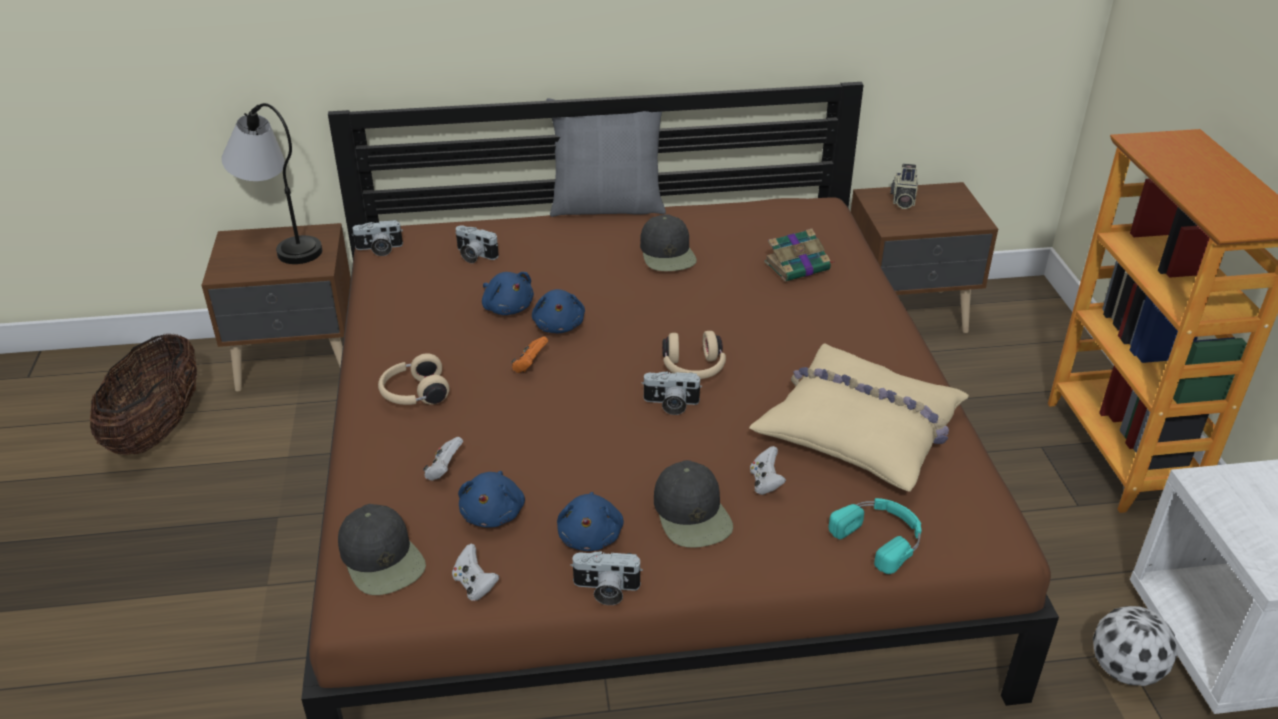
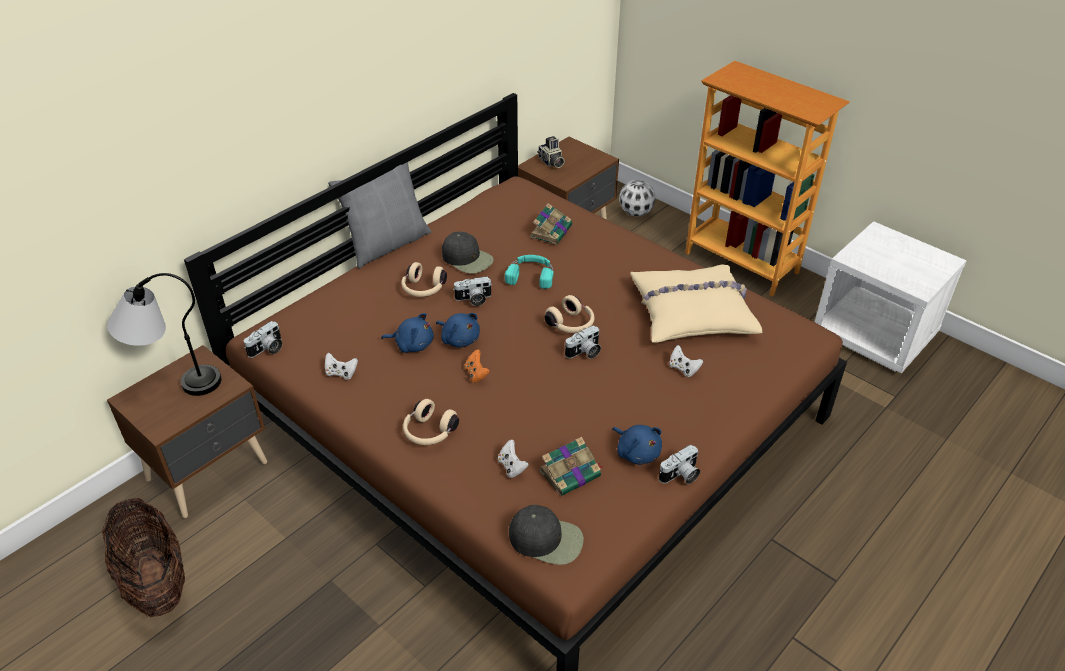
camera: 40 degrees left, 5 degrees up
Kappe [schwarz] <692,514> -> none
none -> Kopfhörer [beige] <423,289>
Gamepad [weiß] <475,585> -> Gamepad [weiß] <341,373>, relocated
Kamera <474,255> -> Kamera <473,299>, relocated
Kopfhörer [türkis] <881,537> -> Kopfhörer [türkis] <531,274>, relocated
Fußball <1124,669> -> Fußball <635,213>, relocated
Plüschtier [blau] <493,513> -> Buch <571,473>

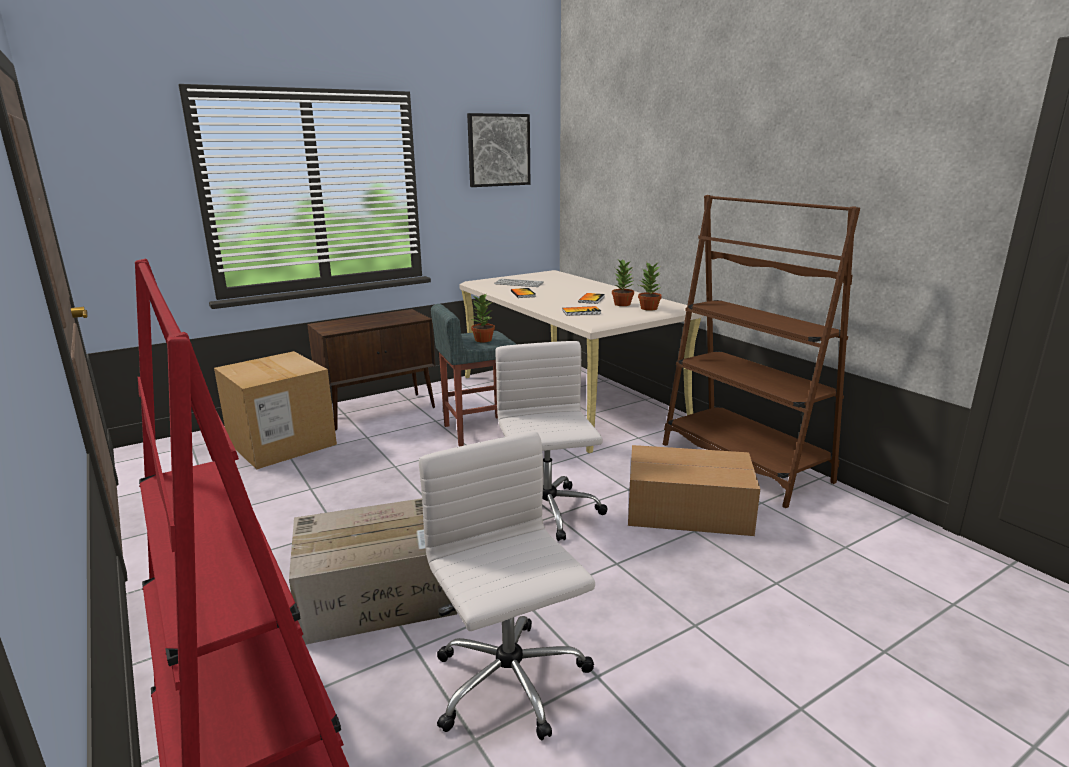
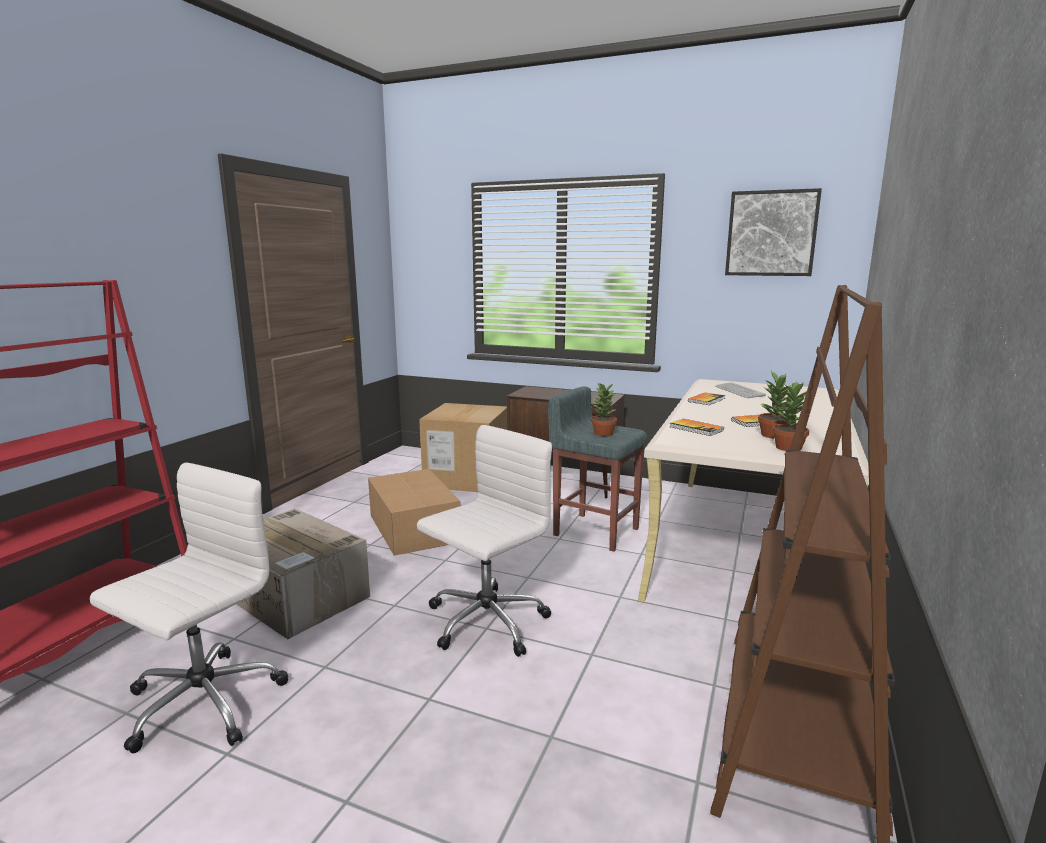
camera: 55 degrees right, 5 degrees down
Karton <686,509> -> Karton <414,527>, relocated

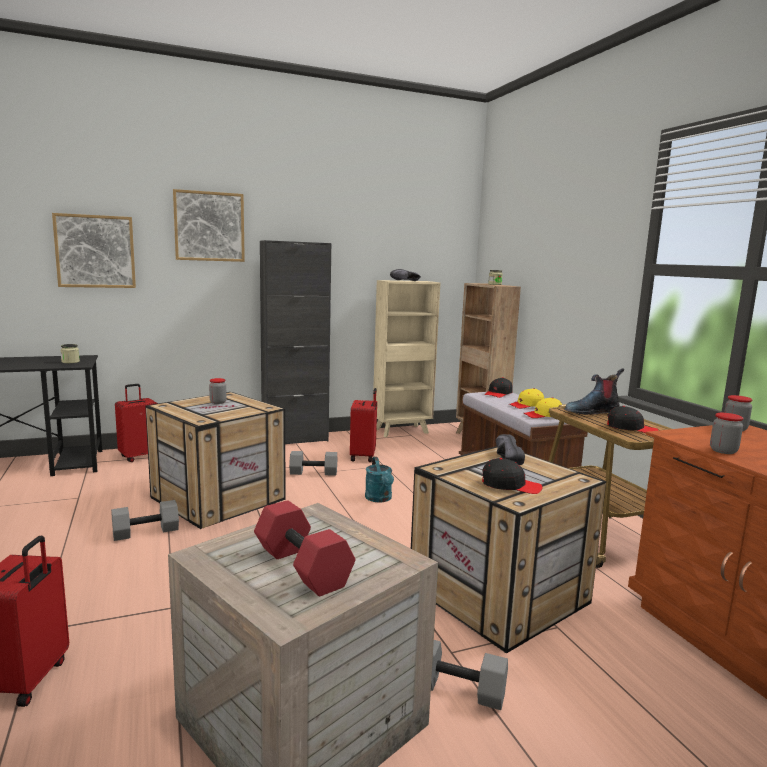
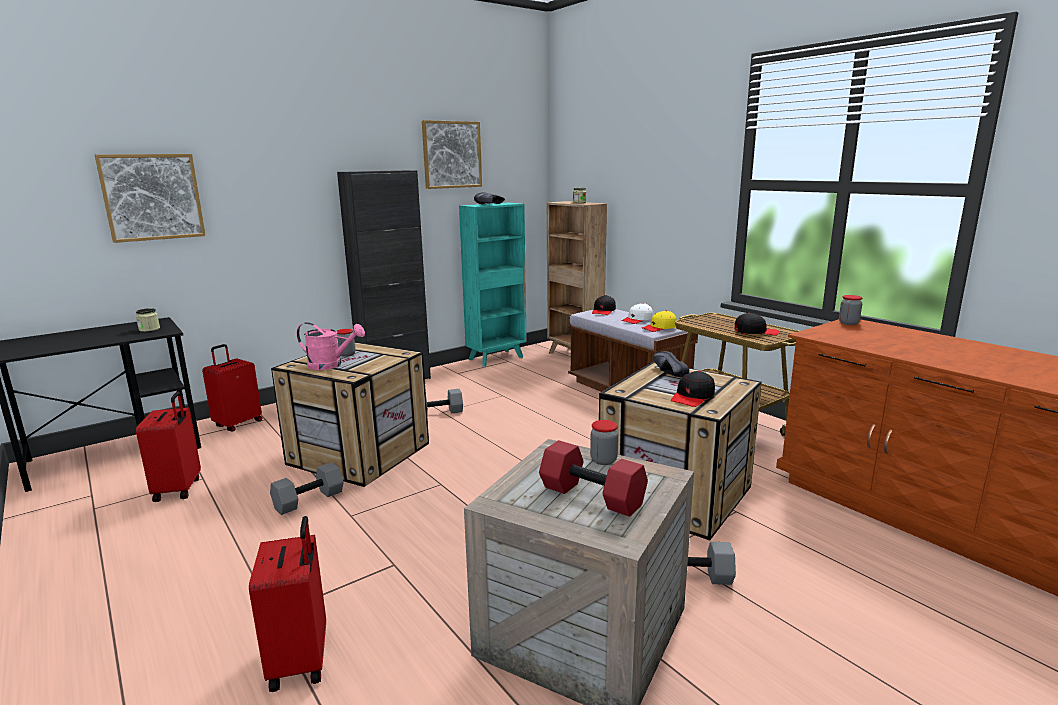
camera: 15 degrees left, 5 degrees up
Gießkanne [türkis] <379,499> -> none
Stiefel <591,411> -> none
none -> Gießkanne [rosa] <331,365>
Bild <209,226> -> Bild <452,155>, relocated
Koffer [rot] <364,457> -> Koffer [rot] <179,489>, relocated
Vorratsglas <723,451> -> Vorratsglas <603,460>, relocated
Bücherregal [beige] <402,431> -> Bücherregal [türkis] <497,358>
Kappe [gelb] <526,405> -> Kappe [weiß] <637,320>
Kappe [schwarz] <510,485> -> Kappe [schwarz] <692,397>, 135 degrees clockwise

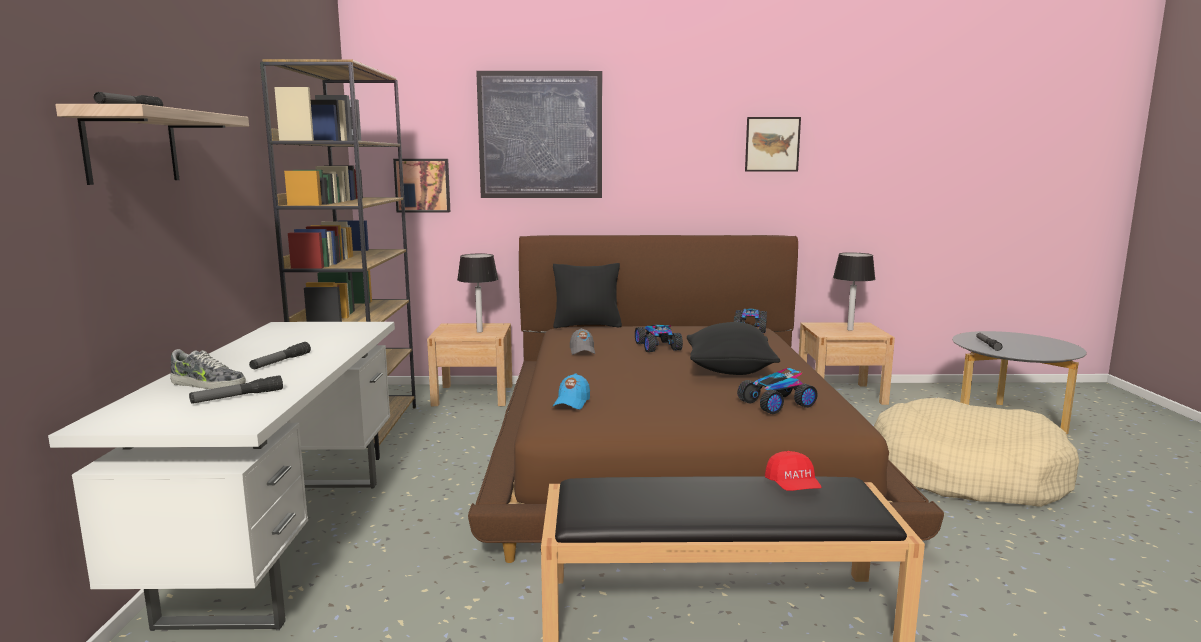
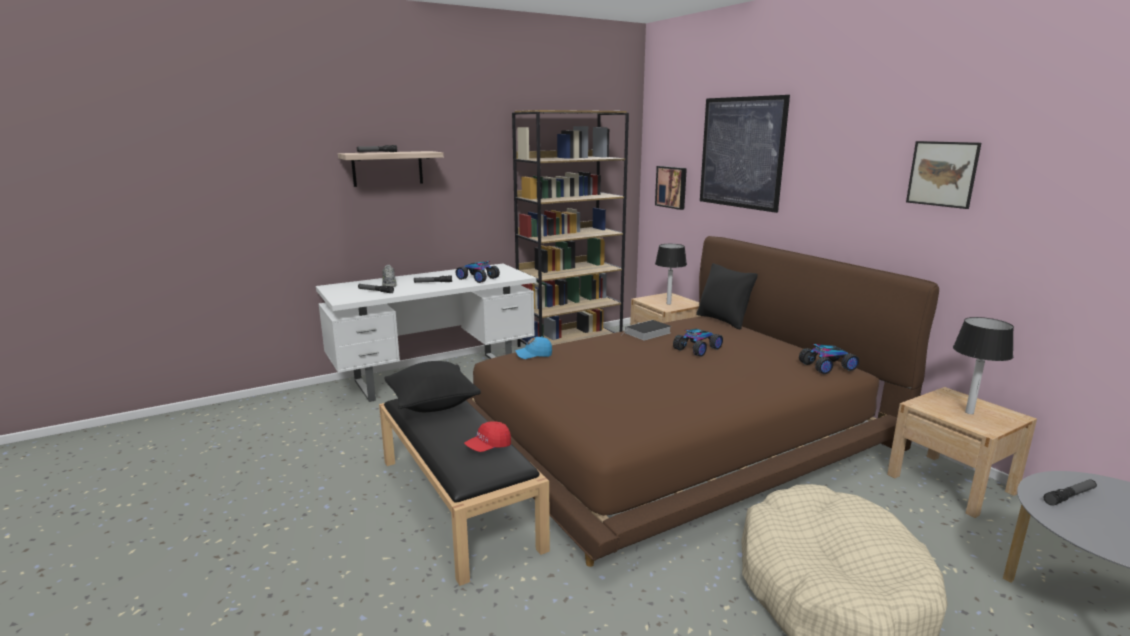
camera: 60 degrees right, 5 degrees up
Kissen [schwarz] <729,371> -> Kissen [schwarz] <432,405>, relocated
Spielzeugauto <775,404> -> Spielzeugauto <478,278>, relocated
Kappe [grau] <582,351> -> Buch <647,333>

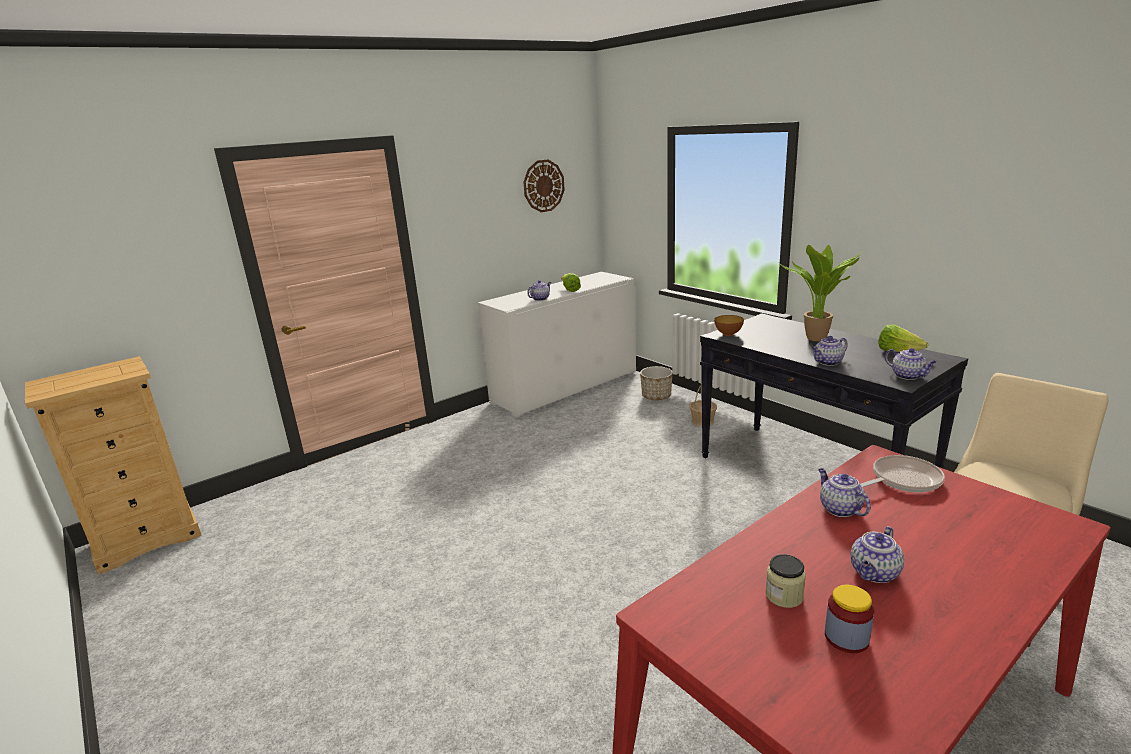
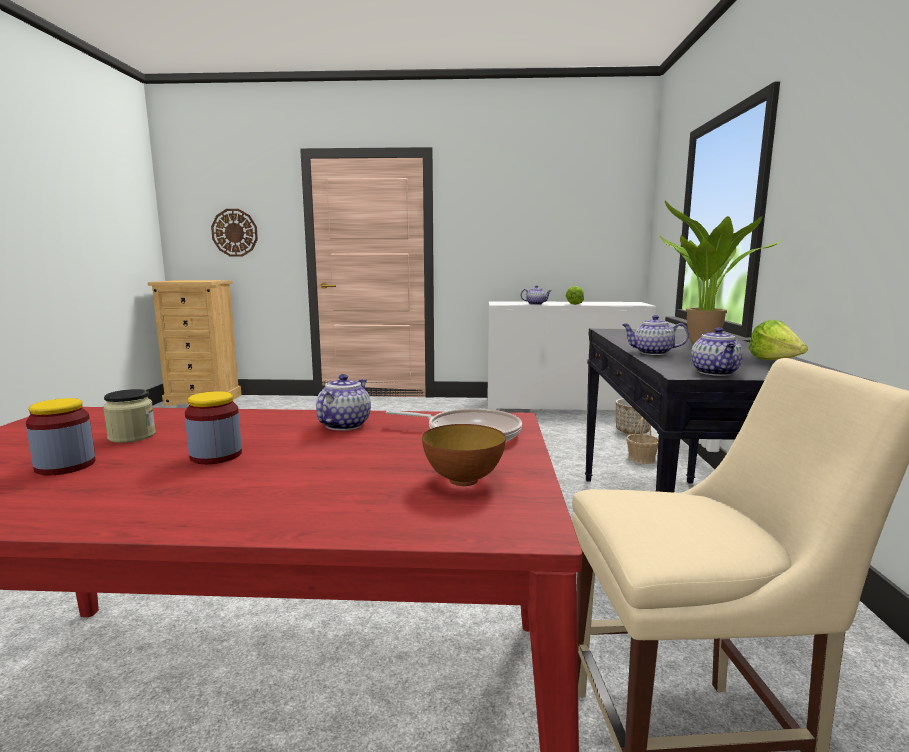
camera: 40 degrees right, 10 degrees down
Wanduhr <543,186> -> Wanduhr <234,232>, relocated
Schüssel <728,334> -> Schüssel <463,480>, relocated
Teekanne <874,573> -> Vorratsglas <216,456>

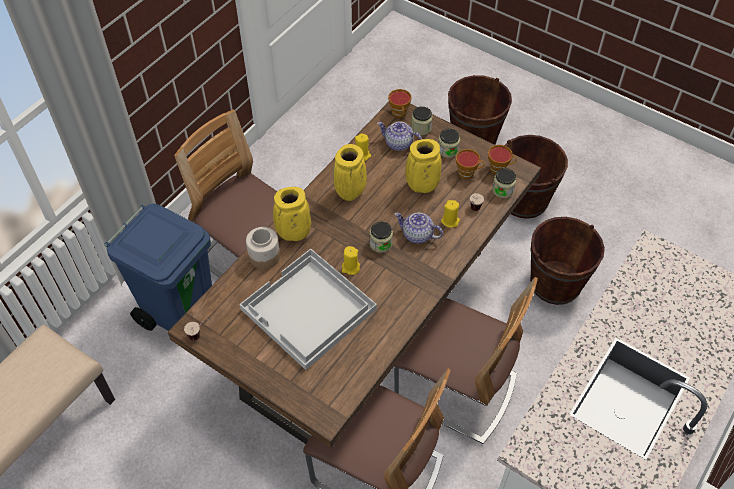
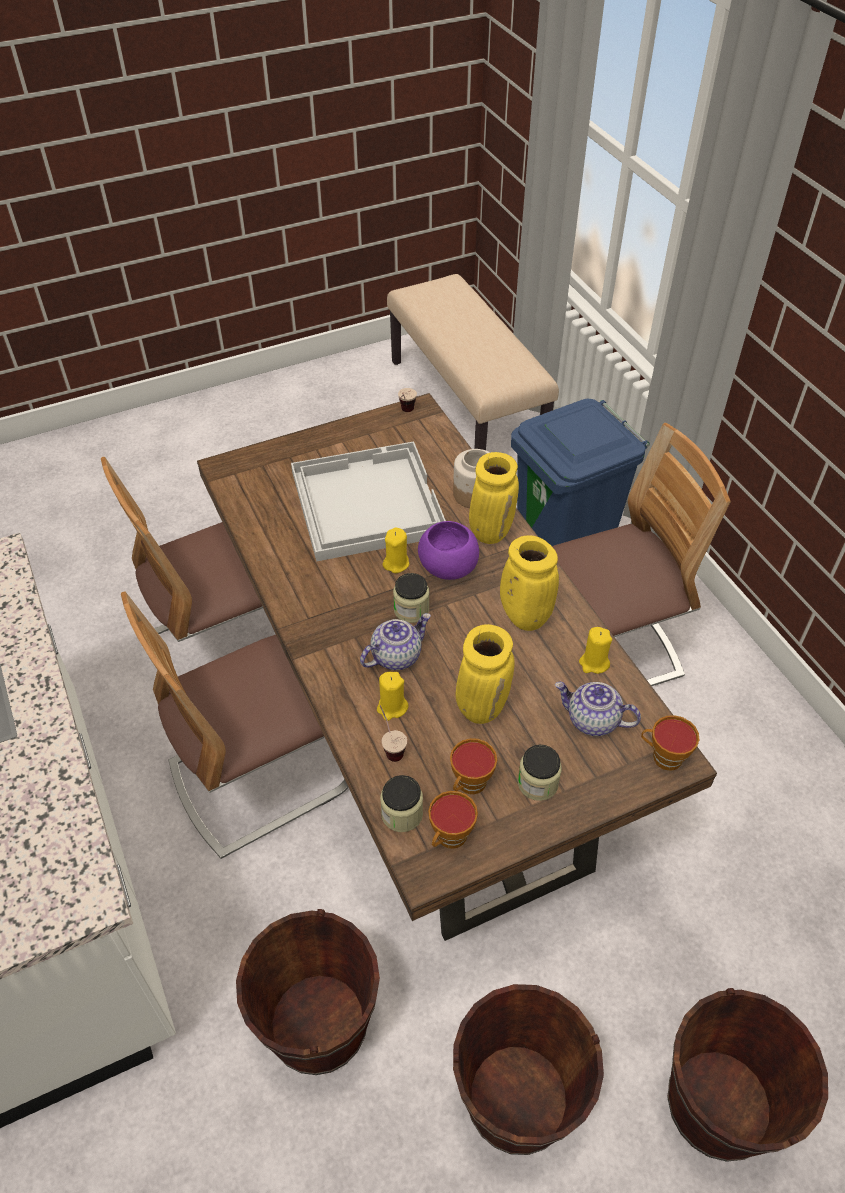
camera: 120 degrees right, 5 degrees down
Vorratsglas <421,128> -> none
none -> Schüssel [lila] <447,568>
Teekanne <398,144> -> Teekanne <592,720>, 120 degrees counterclockwise

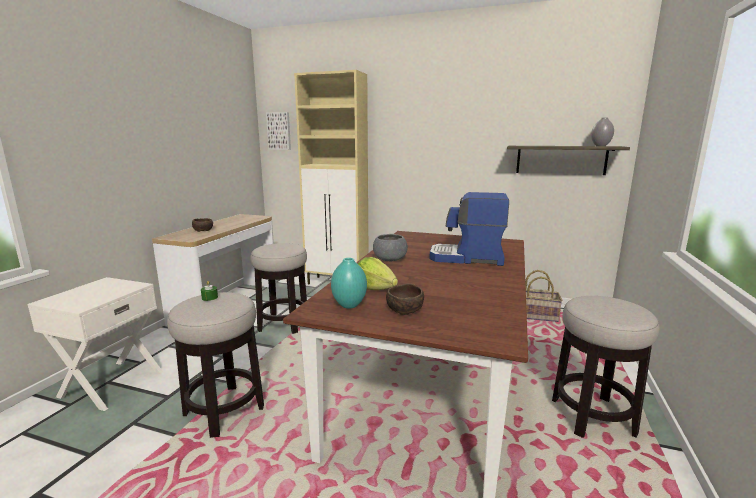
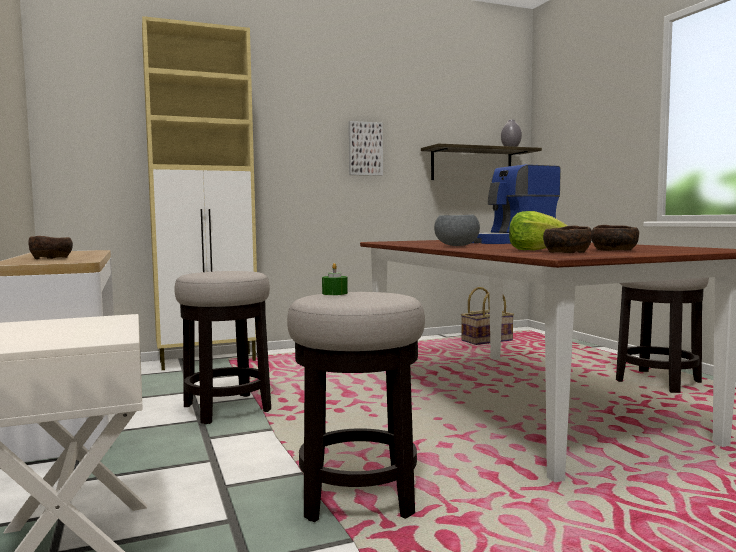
camera: 40 degrees left, 10 degrees down
Bild <279,131> -> Bild <364,149>, relocated
Vase [türkis] <349,305> -> Schüssel [braun] <567,253>

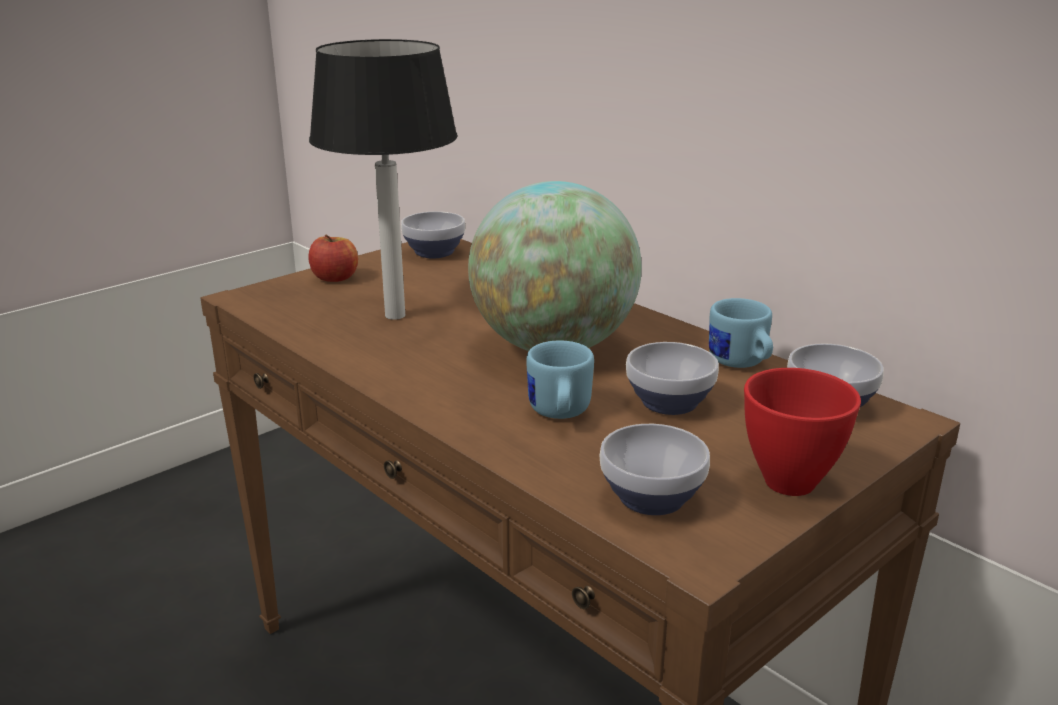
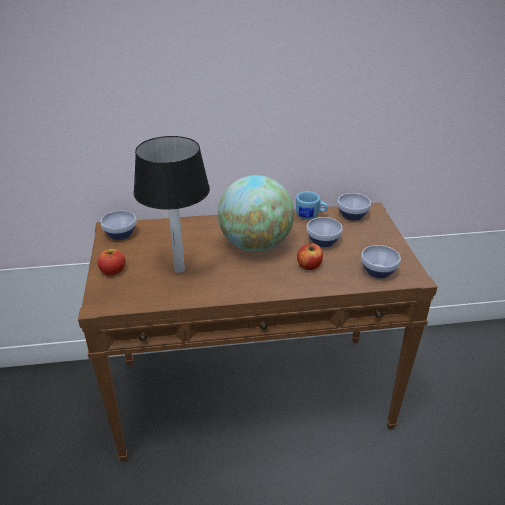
camera: 55 degrees left, 10 degrees up
Schüssel [rot] <792,483> -> none
Henkelbecher [blau] <558,414> -> Apfel <309,266>

